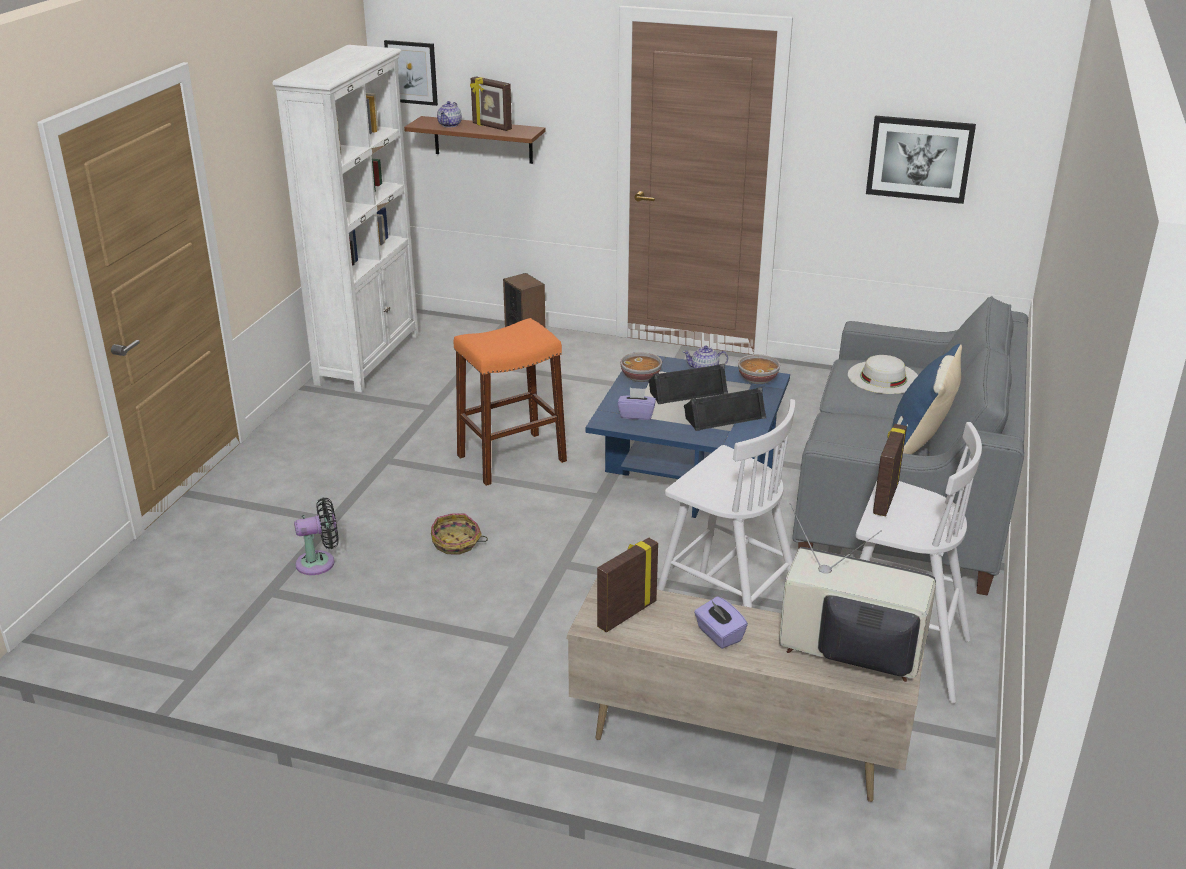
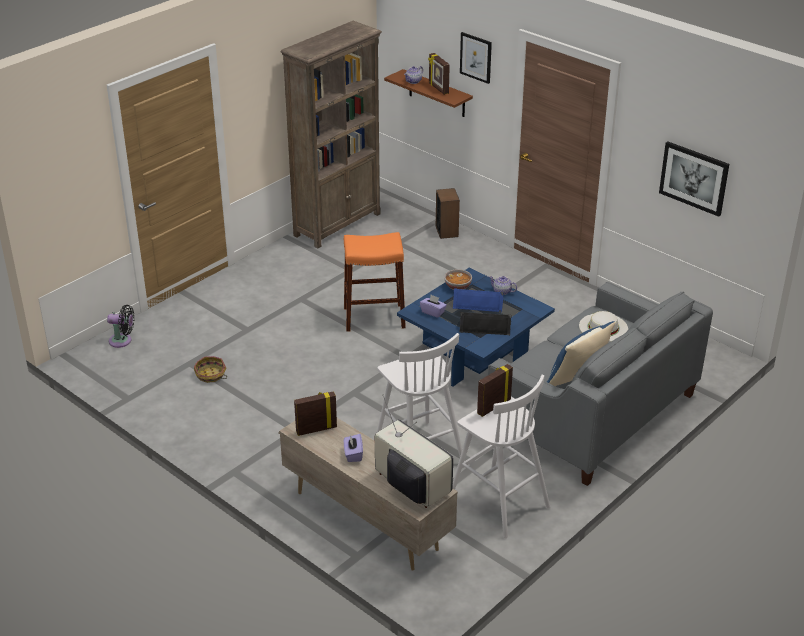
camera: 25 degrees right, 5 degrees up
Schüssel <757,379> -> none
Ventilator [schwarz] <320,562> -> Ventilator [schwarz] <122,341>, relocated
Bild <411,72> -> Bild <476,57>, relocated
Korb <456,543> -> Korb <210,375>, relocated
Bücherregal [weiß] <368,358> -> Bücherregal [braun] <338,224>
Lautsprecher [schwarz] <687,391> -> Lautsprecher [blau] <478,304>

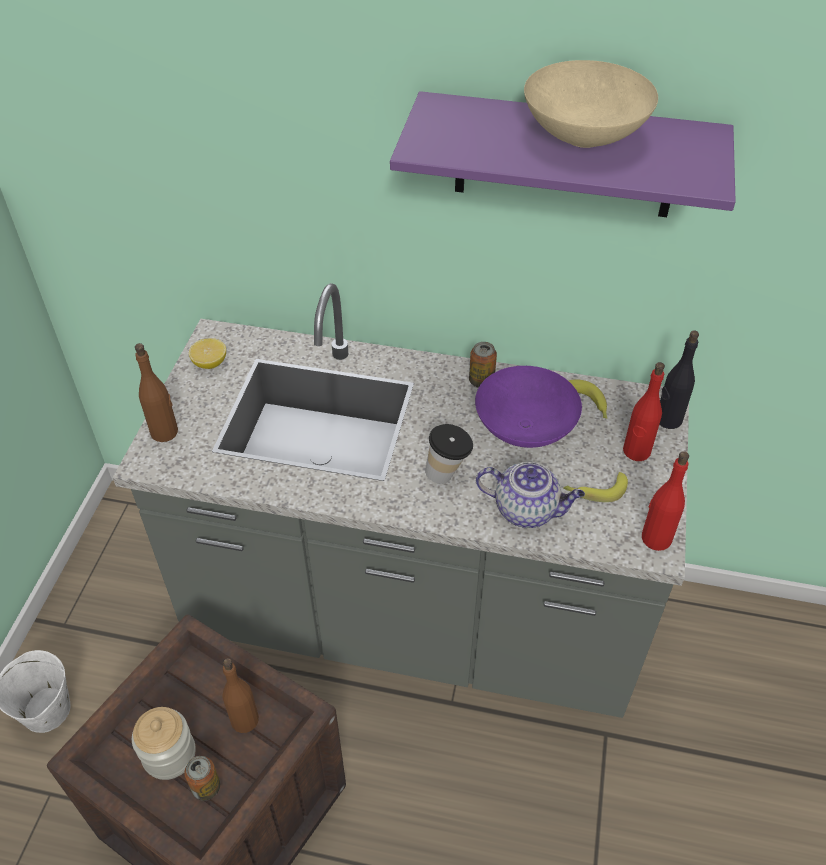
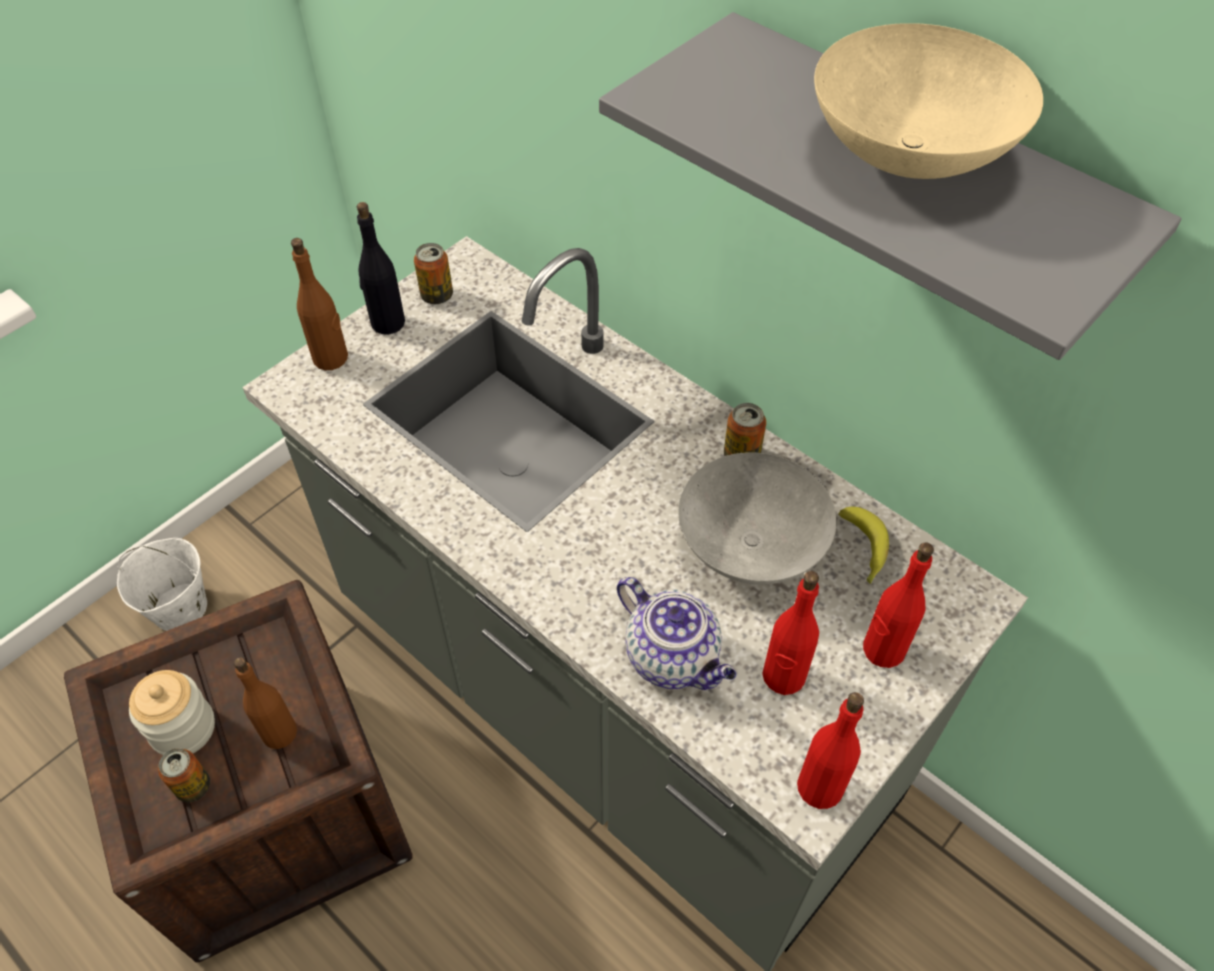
camera: 30 degrees right, 5 degrees up
Tasse <448,474> -> none
Flasche [schwarz] <668,419> -> Flasche [schwarz] <387,323>, relocated
Zitrone <210,363> -> Dose <437,295>
Banane <594,490> -> Flasche [rot] <783,676>
Wandregal [lila] <565,156> -> Wandregal [grau] <915,180>
Schüssel [lila] <525,428> -> Schüssel [grau] <753,546>

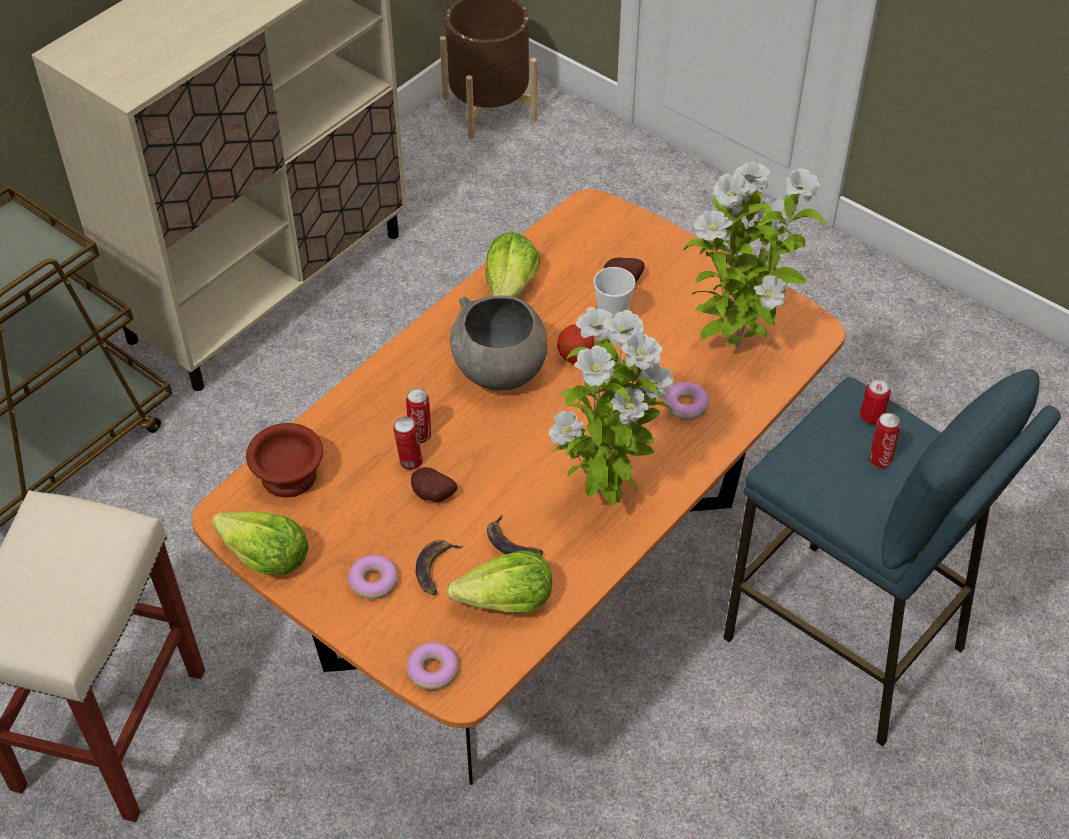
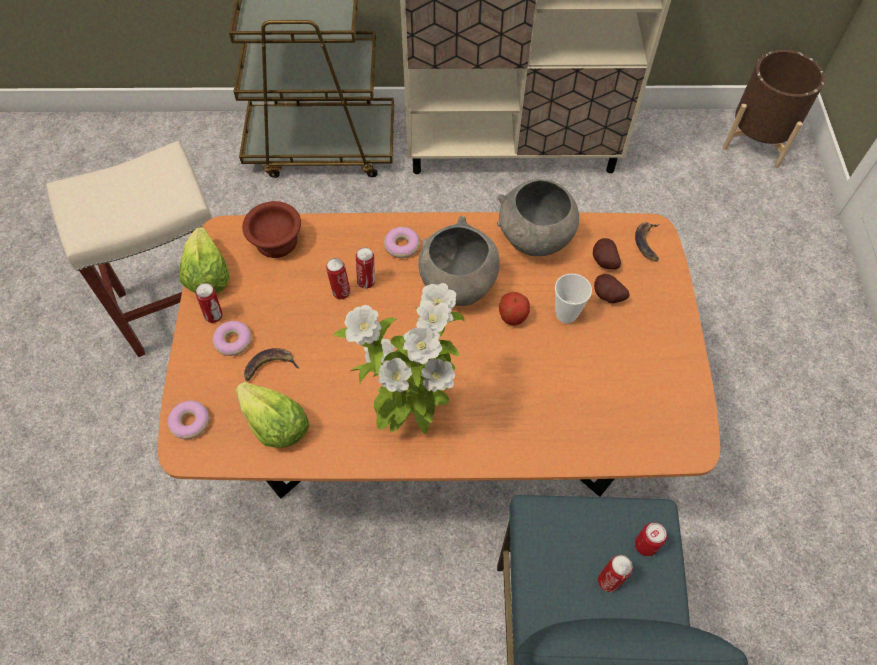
camera: 50 degrees right, 10 degrees up
Topfpflanze <736,344> -> none
none -> Dose <215,316>
Kartoffel <432,496> -> Kartoffel <603,262>, relocated
Banane <512,543> -> Banane <647,243>, relocated
Donut <685,406> -> Donut <401,246>, relocated
Salatkopf <511,287> -> Schüssel [grau] <535,240>

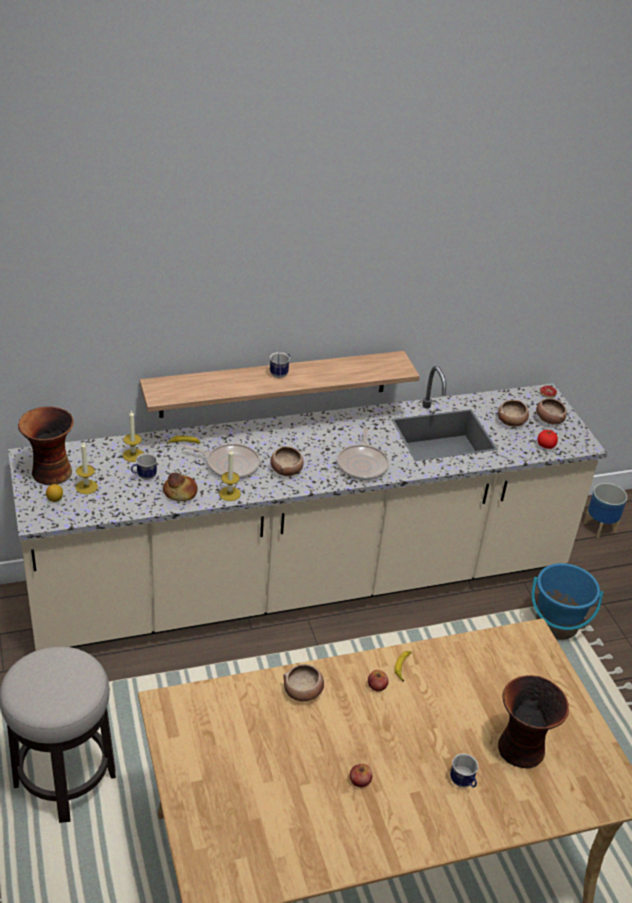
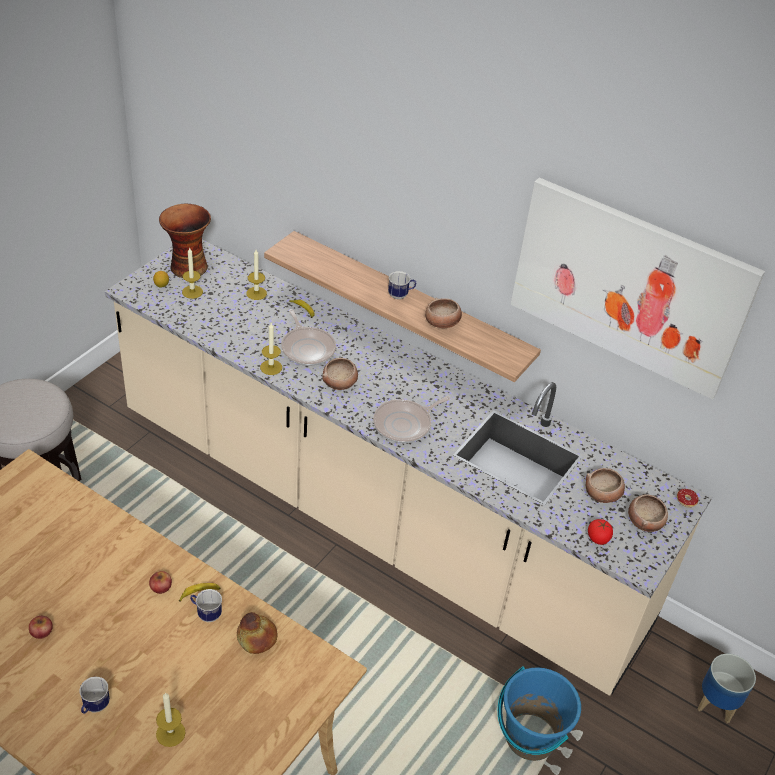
camera: 50 degrees right, 5 degrees up
none -> Bild <628,286>
Henkelbecher <144,477> -> Henkelbecher <206,613>, relocated
Brot <180,493> -> Brot <256,638>, relocated
Schüssel <303,692> -> Schüssel <442,323>, relocated
Vase <521,750> -> Kerze <170,733>

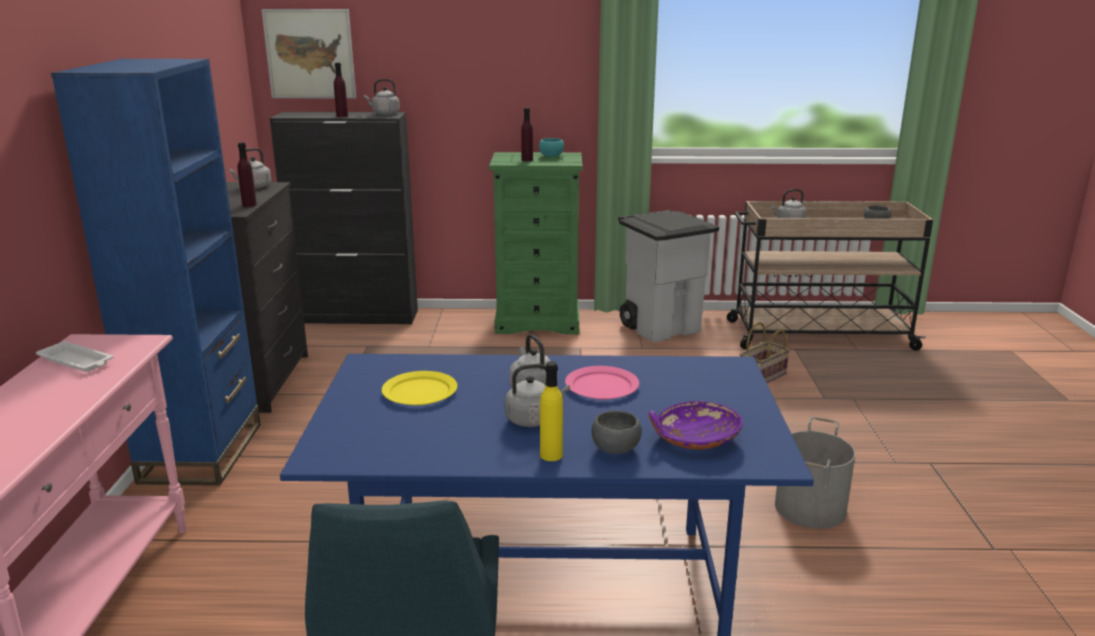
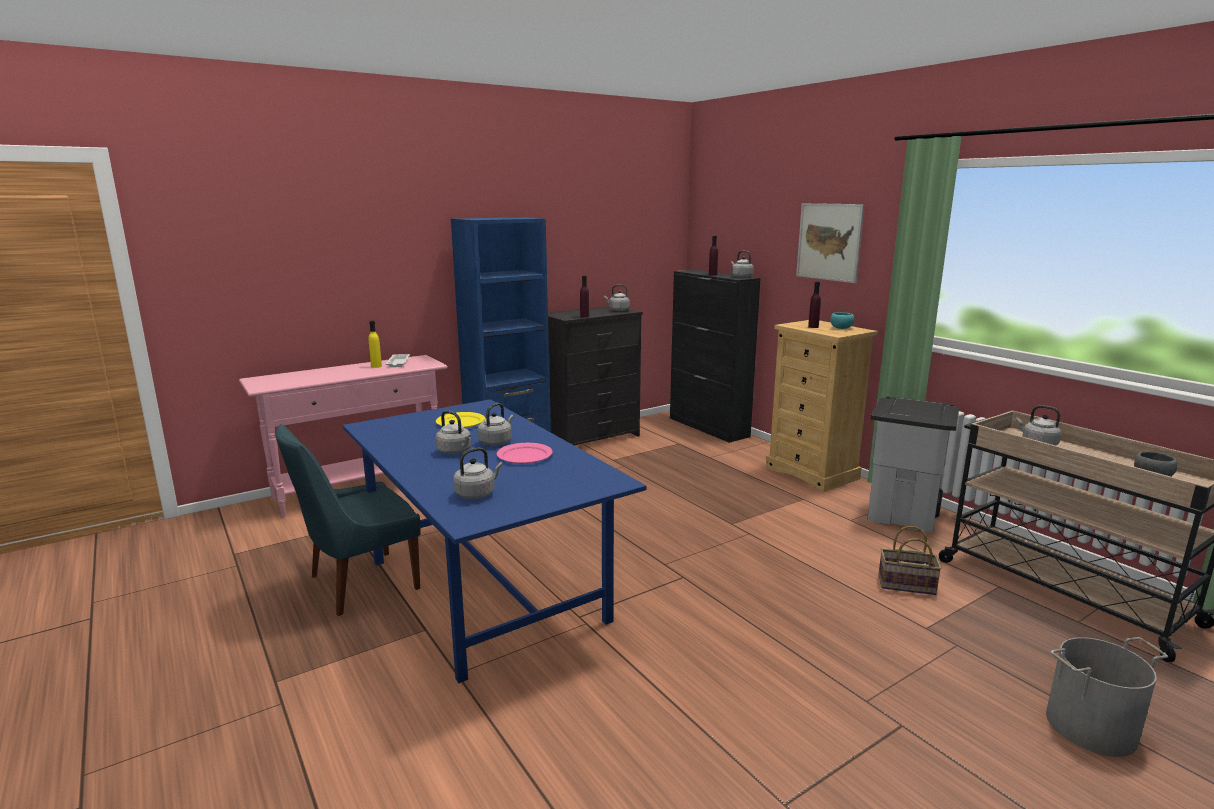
camera: 55 degrees right, 5 degrees down
Schüssel [grau] <616,448> -> none
Bild <310,54> -> Bild <829,242>, relocated
Flasche [gelb] <551,455> -> Flasche [gelb] <376,366>, relocated
Eimer [grau] <811,508> -> Eimer [grau] <1092,727>, relocated
Schüssel [lila] <694,438> -> Wasserkessel [grau] <477,494>
Kommode [grün] <538,322> -> Kommode [beige] <812,473>

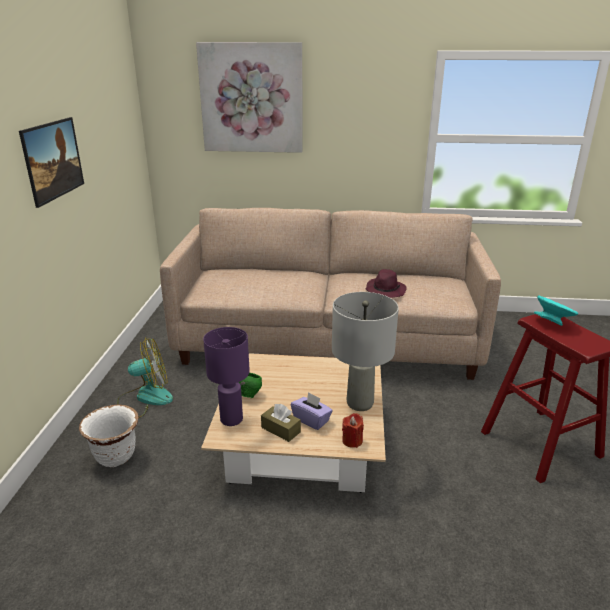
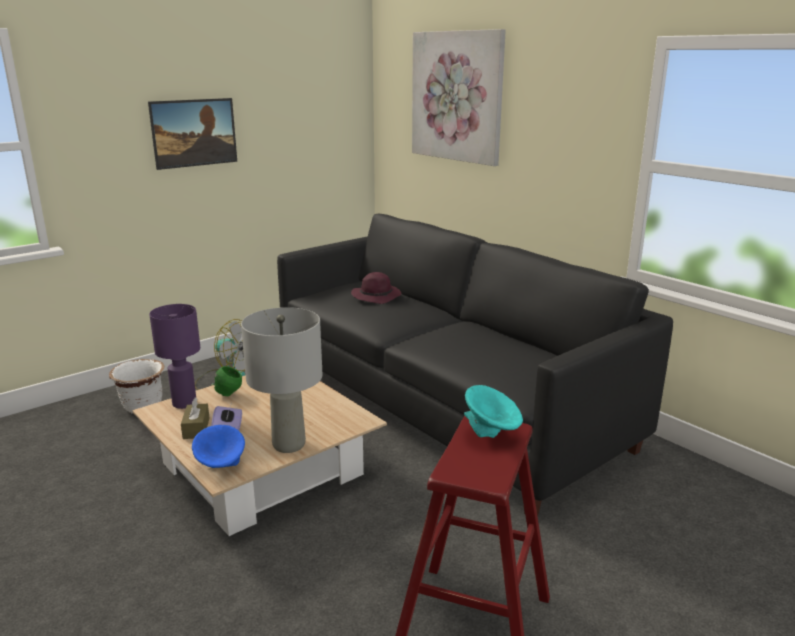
camera: 45 degrees right, 5 degrees down
Hut [lila] <385,290> -> Hut [lila] <377,296>, relocated
Kerze [rot] <352,441> -> Schüssel [blau] <221,466>
Sofa [beige] <328,341> -> Sofa [schwarz] <444,404>

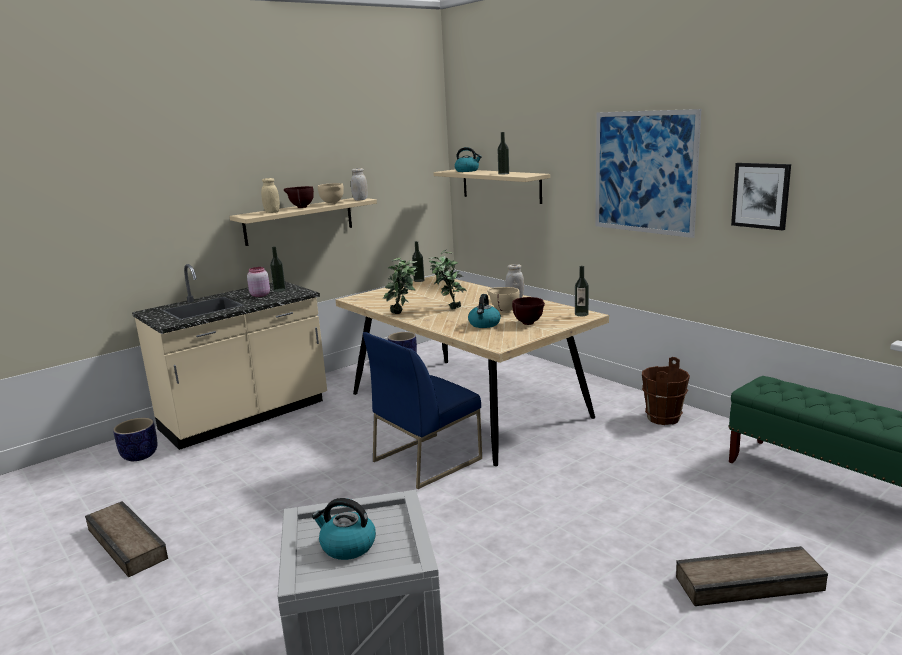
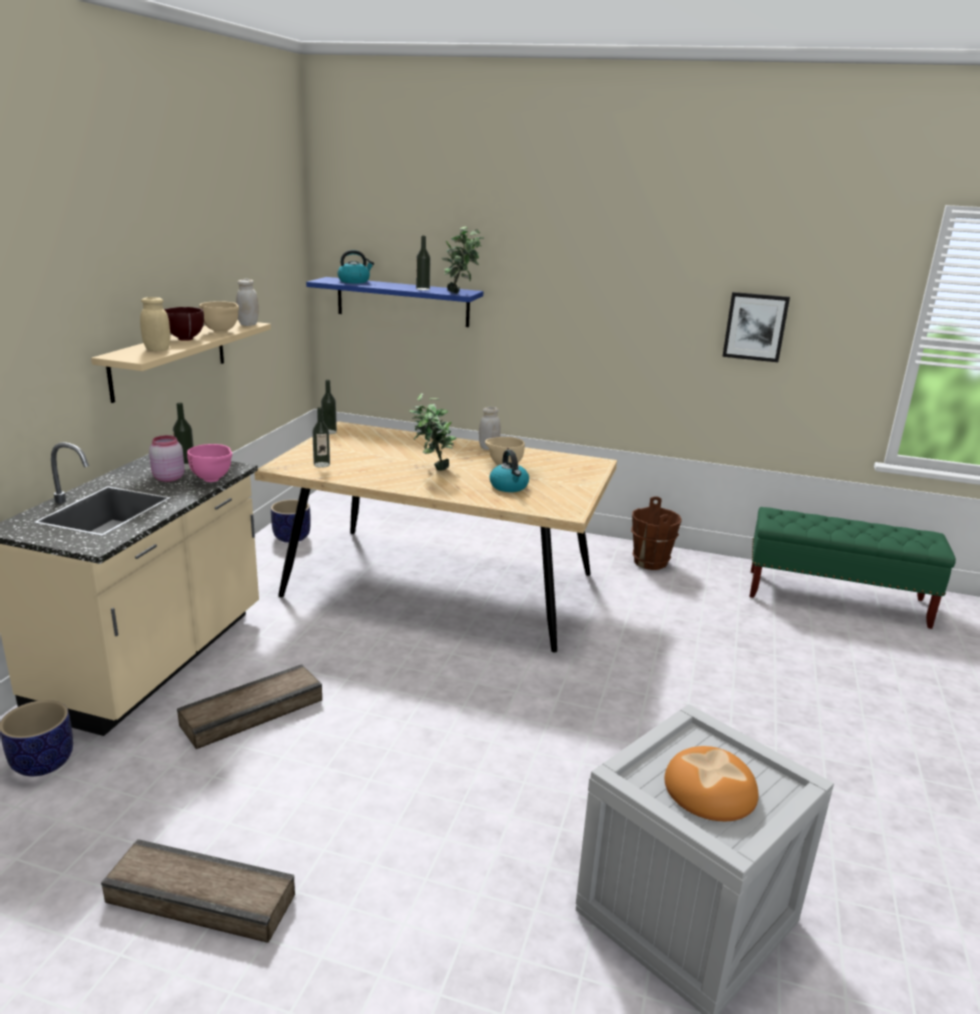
camera: 35 degrees left, 5 degrees up
Stuhl [blau] <427,459> -> none
Schüssel [braun] <529,323> -> none
Bild <644,172> -> none
none -> Schüssel [rosa] <213,480>
Topfpflanze <403,313> -> Topfpflanze <461,293>, relocated
Flasche <581,314> -> Flasche <321,464>, relocated
Kiste <750,584> -> Kiste <254,713>, relocated
Wasserkessel <347,546> -> Brot <710,790>
Wandregal [beige] <501,185> -> Wandregal [blau] <402,302>

